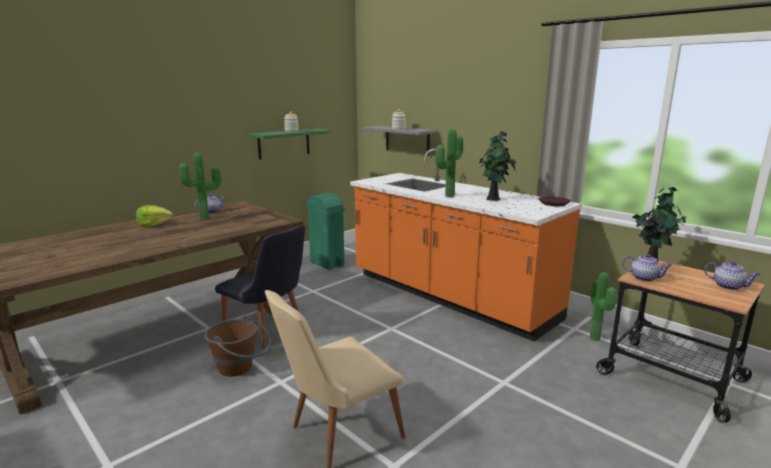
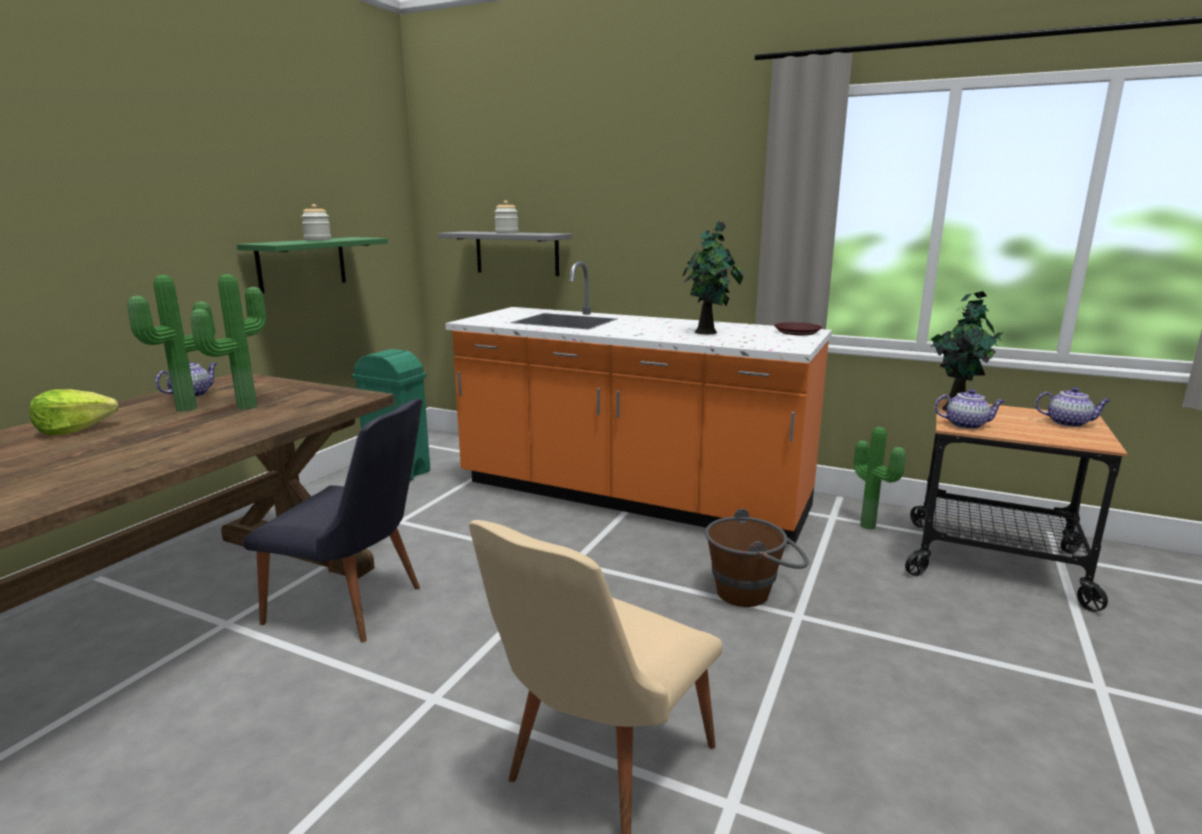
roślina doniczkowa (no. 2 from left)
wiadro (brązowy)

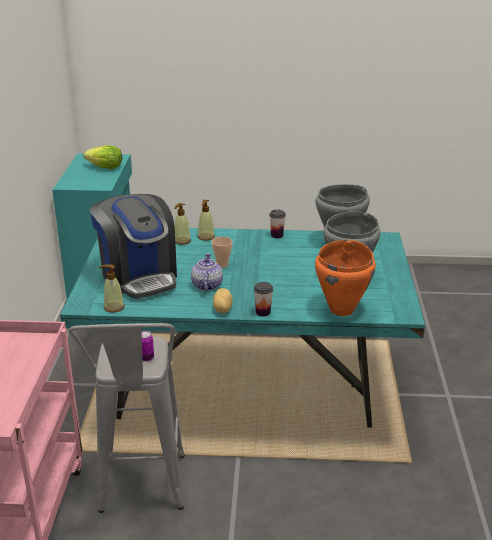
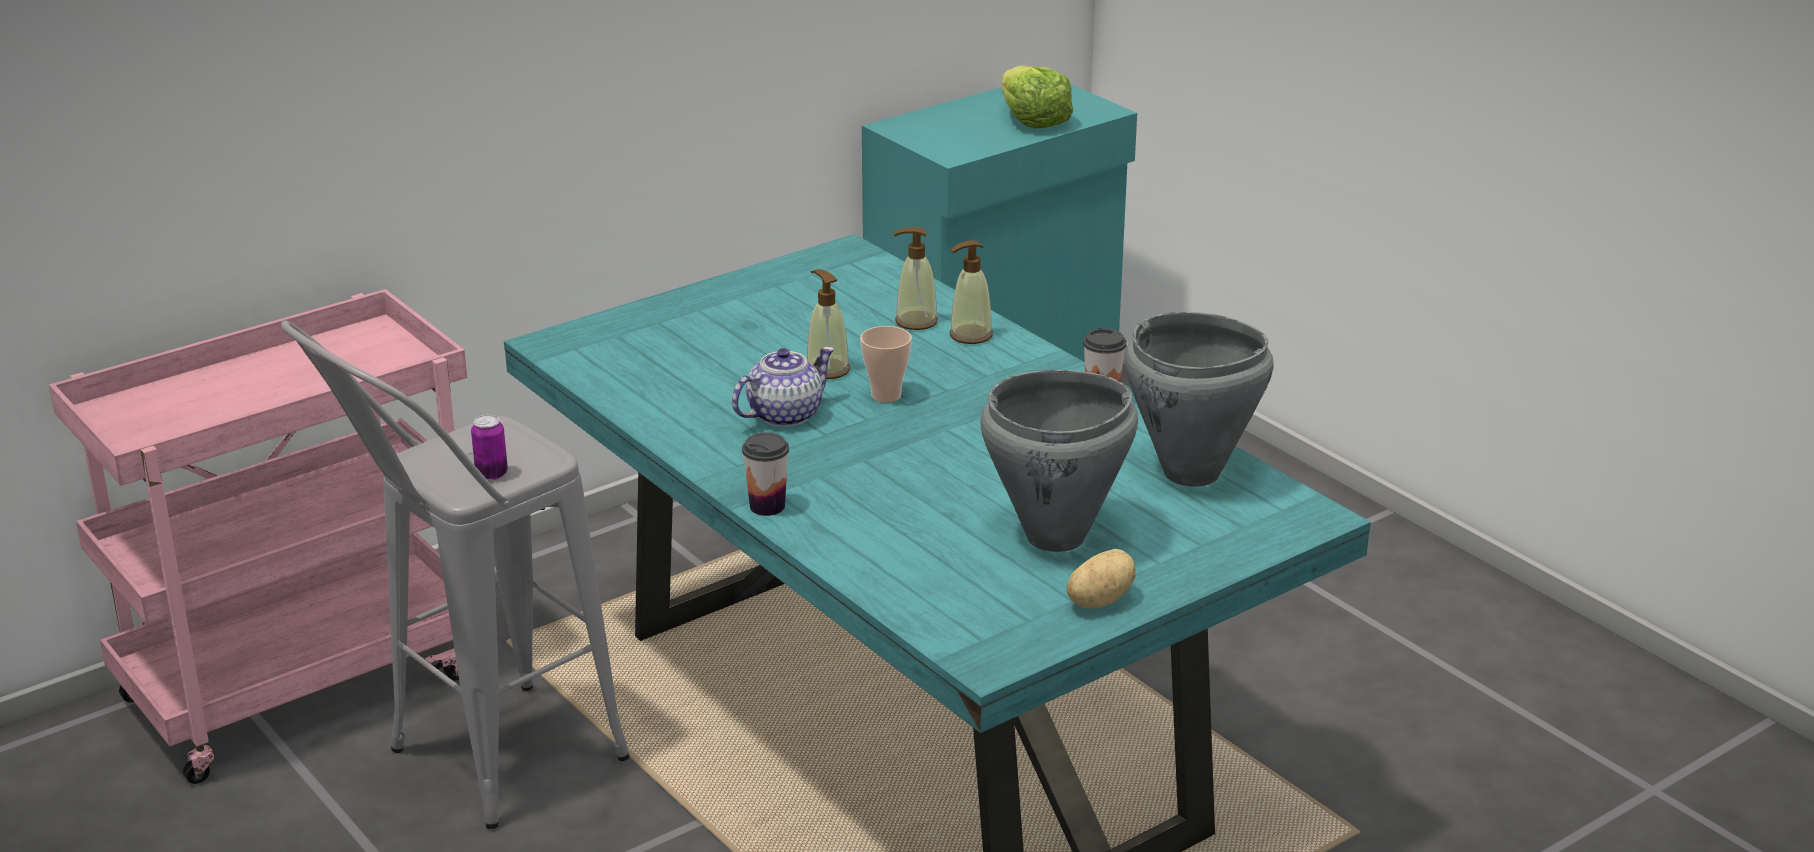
ekspres do kawy
garnek (pomarańczowy)
dozownik mydła (no. 1 from left)
ziemniak

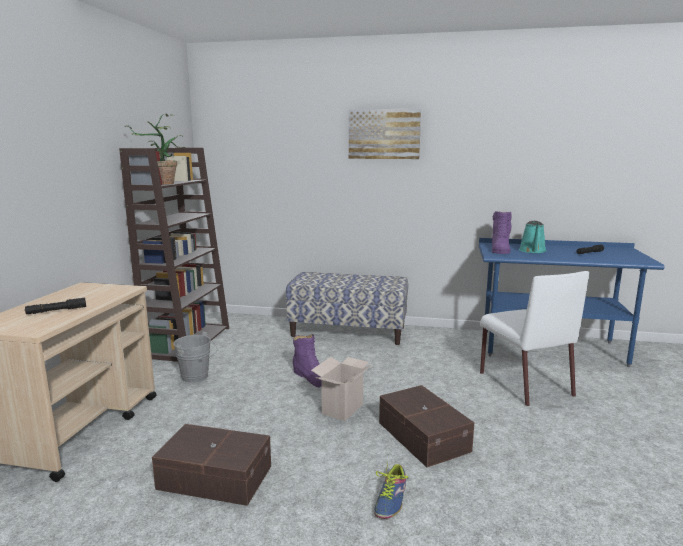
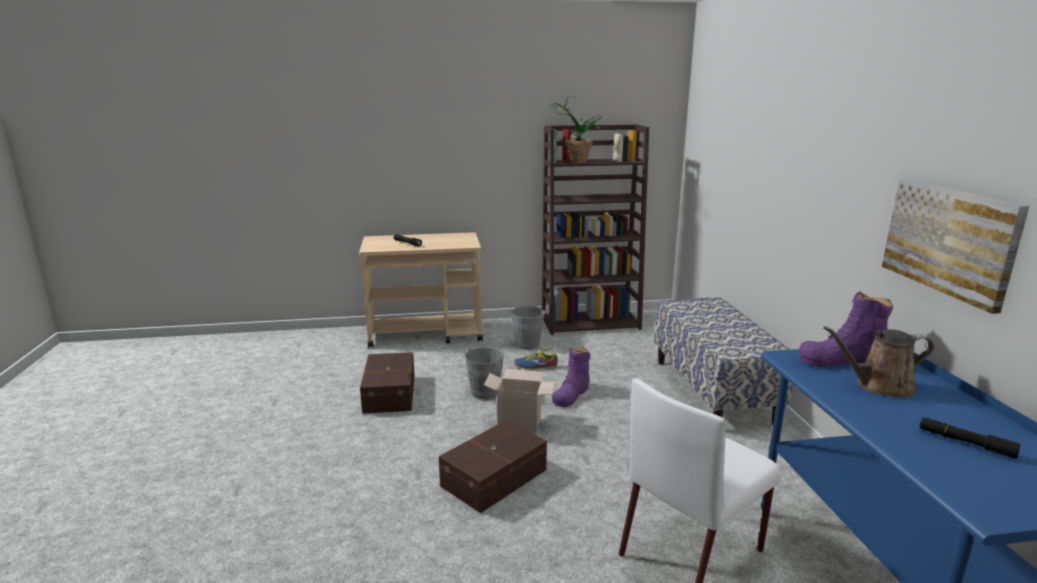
obraz
konewka (brązowy)
but
wiadro (szary) (no. 1 from left)

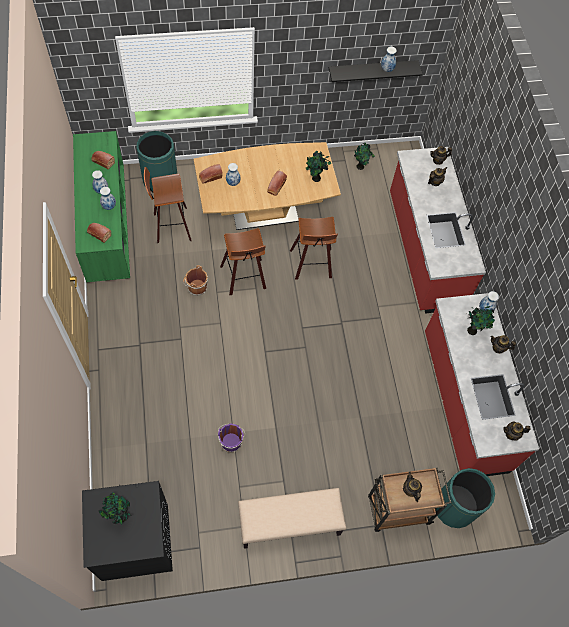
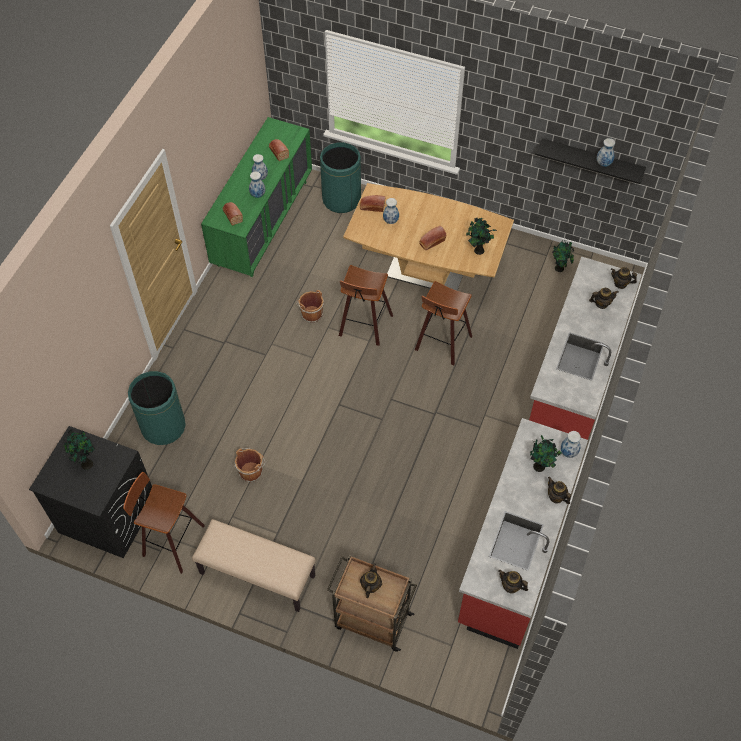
stołek (no. 1 from left)
wiadro (brązowy) (no. 1 from left)
kosz na śmieci (zielony) (no. 1 from left)

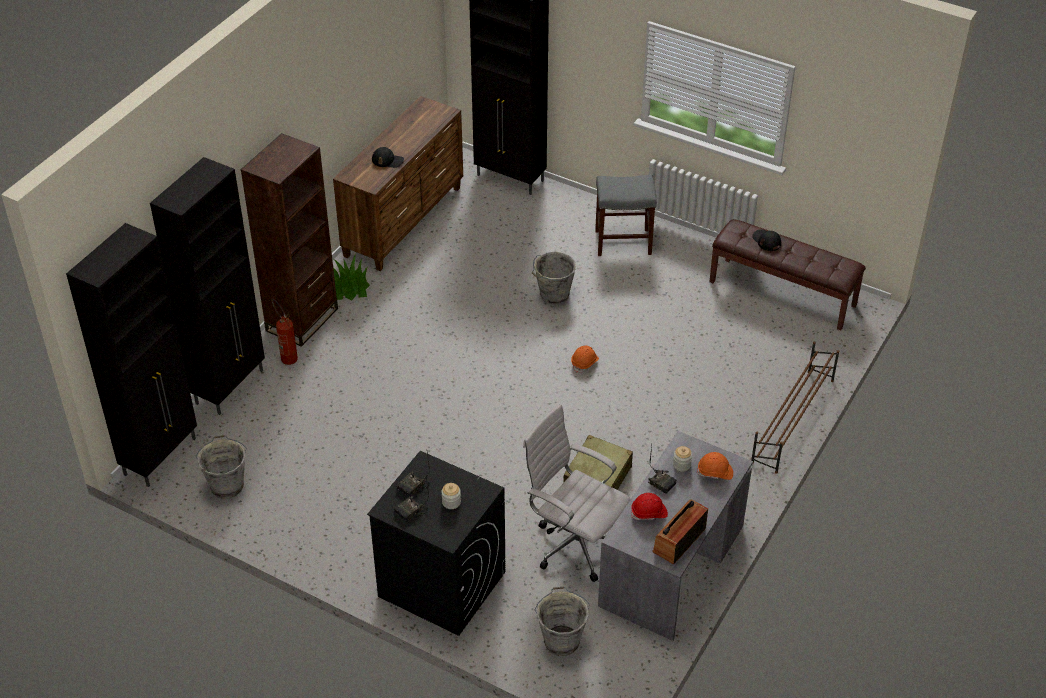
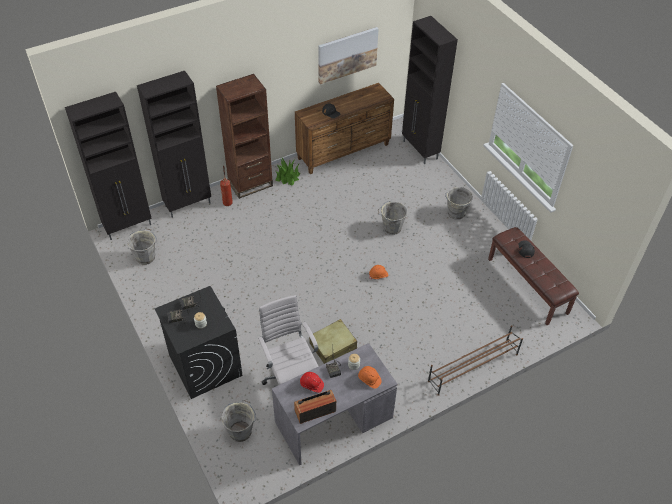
wiadro (szary) (no. 4 from left)
obraz

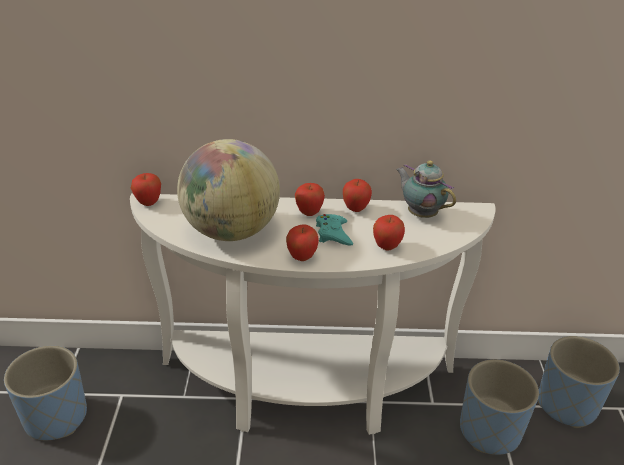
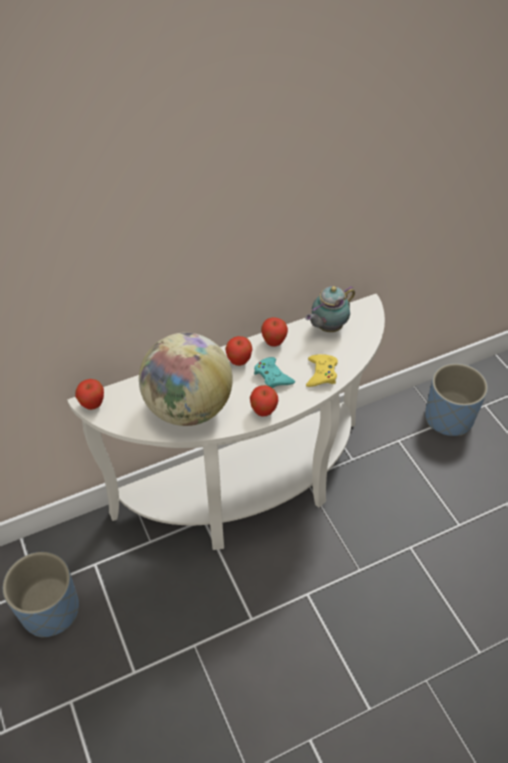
imbryk
pad do gier (żółty)
donica (niebieski) (no. 2 from left in the first image)

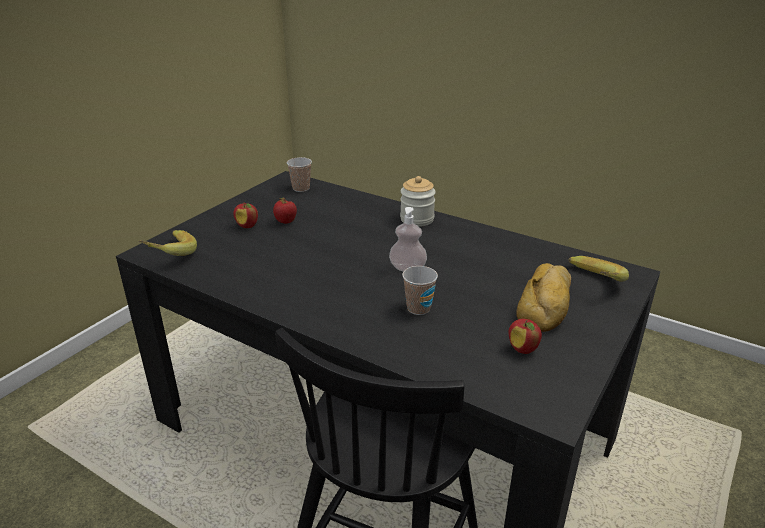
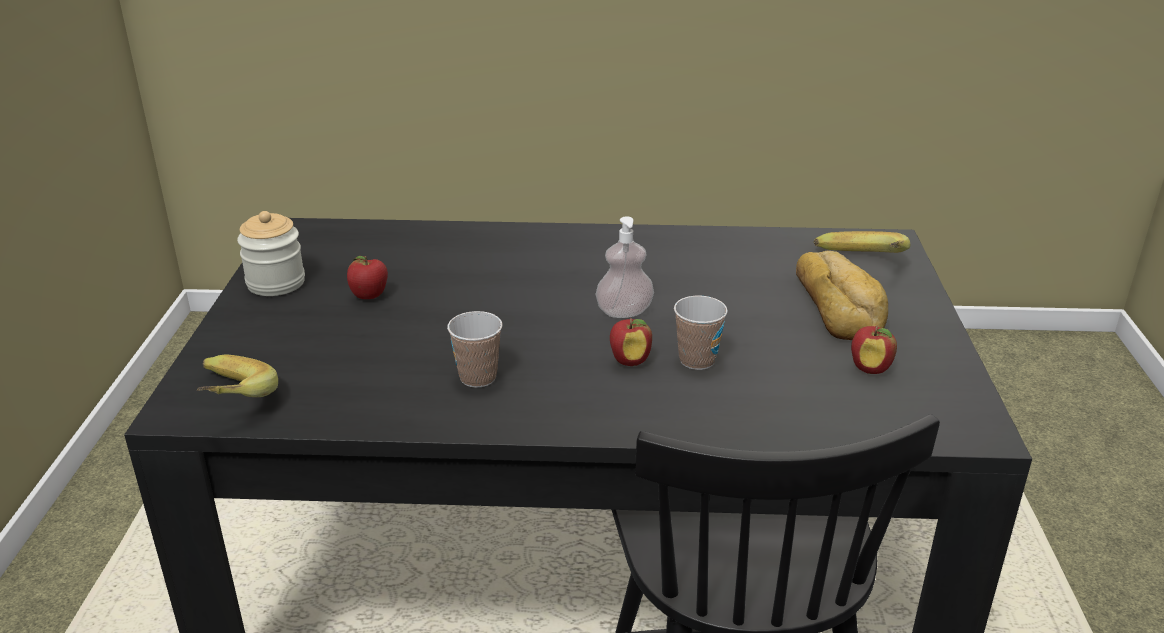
filiżanka (no. 1 from left)
słoik
jabłko (no. 2 from left)

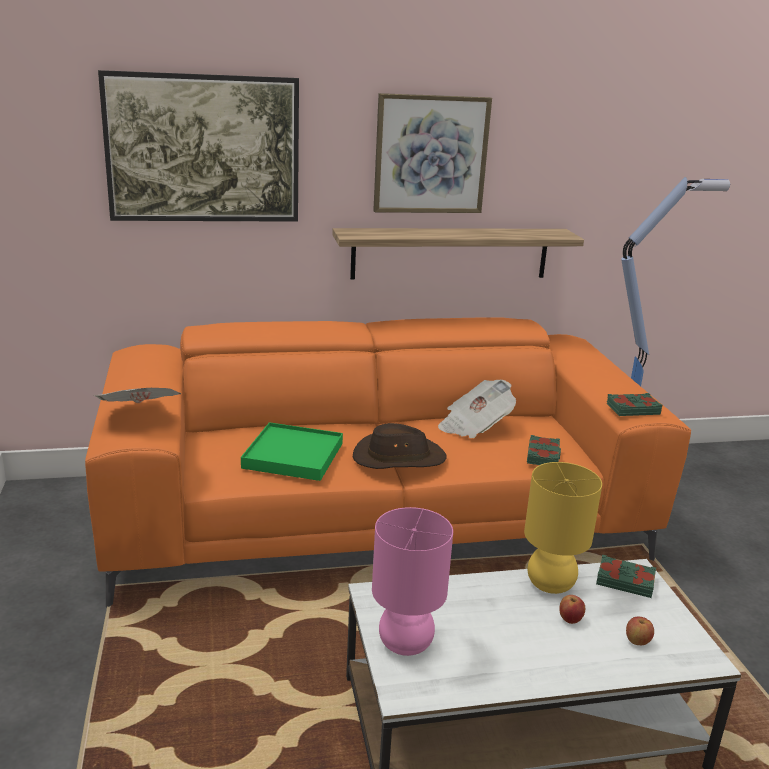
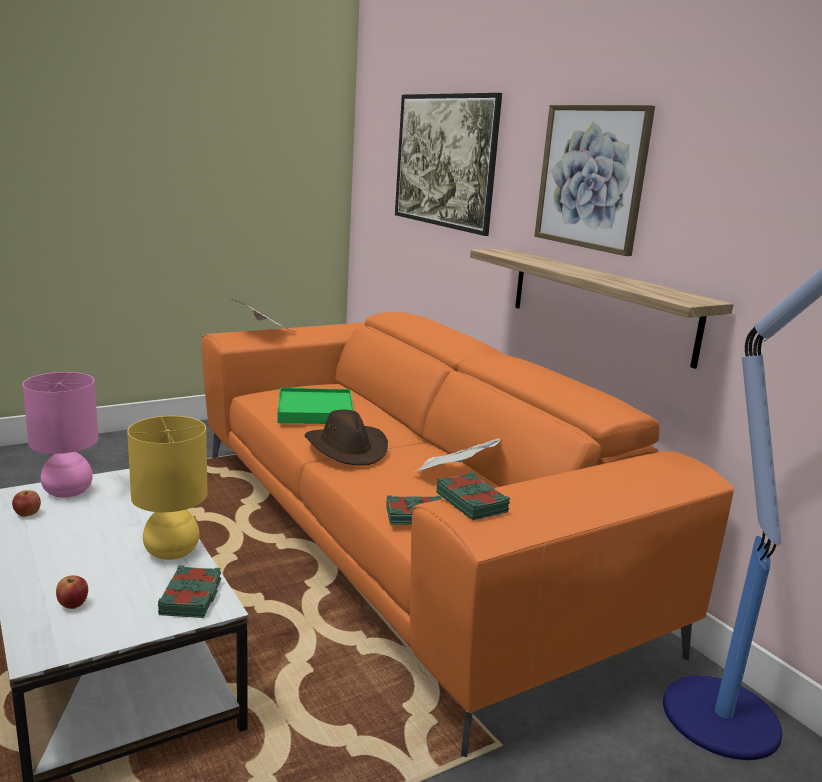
jabłko (no. 1 from left)

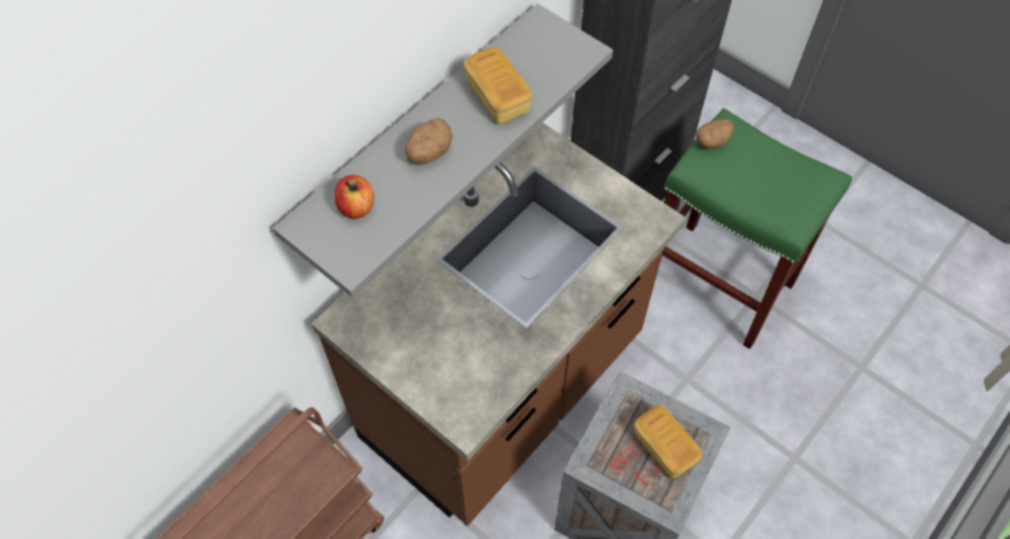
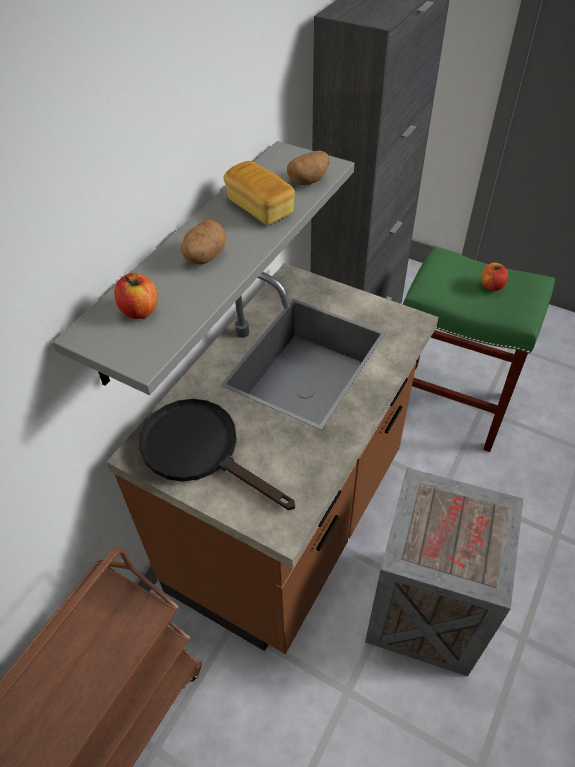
ziemniak (no. 2 from left)
chleb (no. 2 from left in the first image)
jabłko (no. 2 from left)
patelnia (czarny)

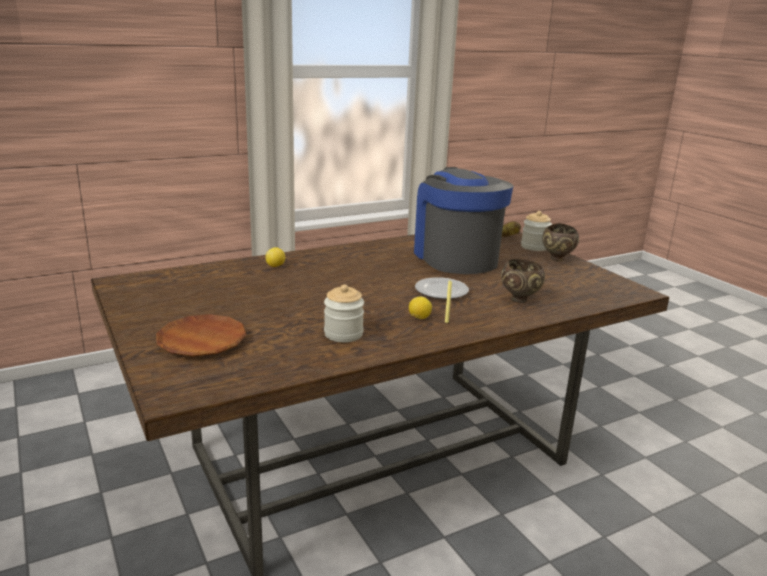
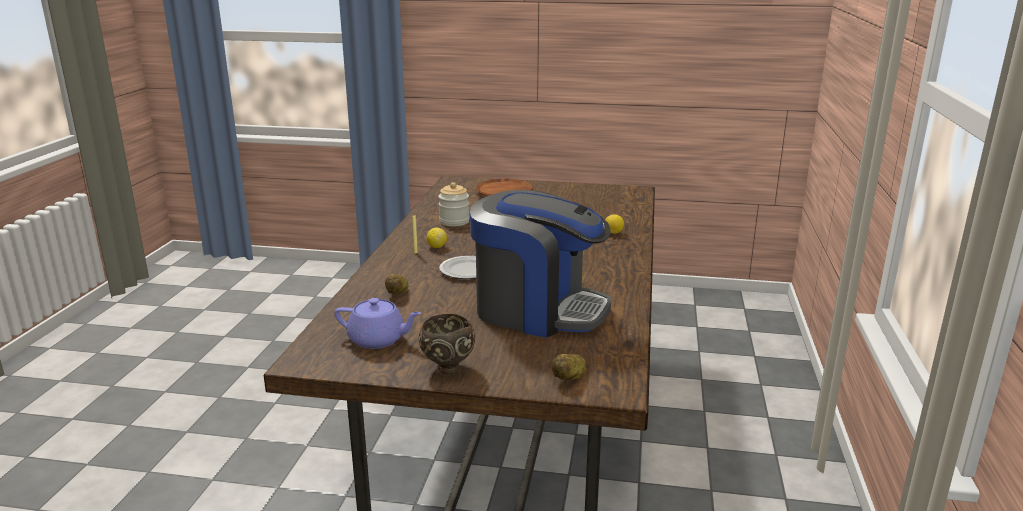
słoik (no. 2 from left in the first image)
ziemniak (no. 1 from left)
imbryk (fioletowy)

